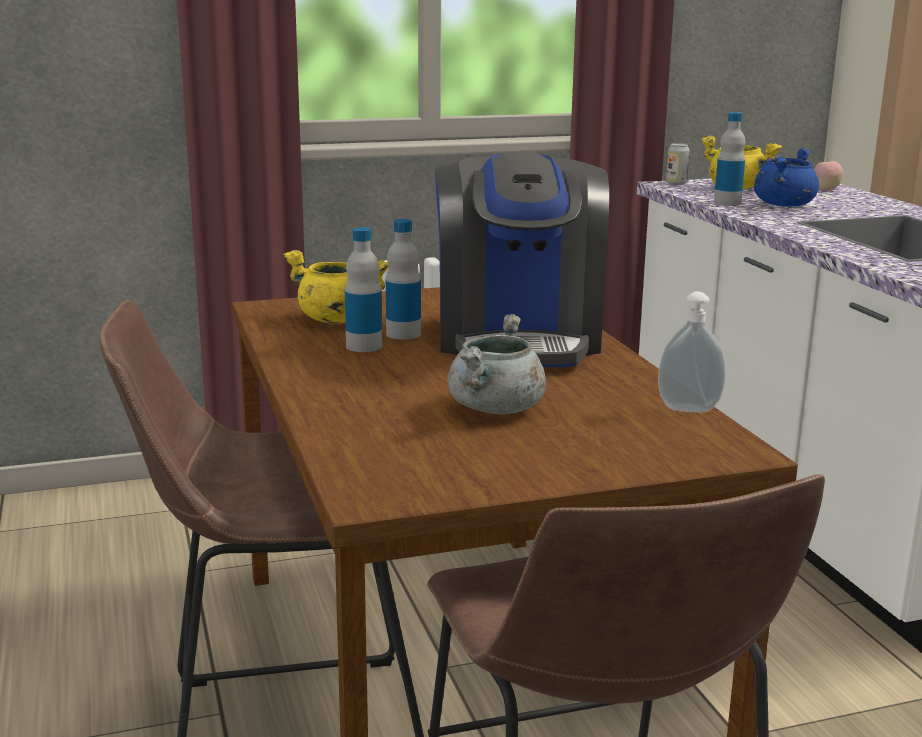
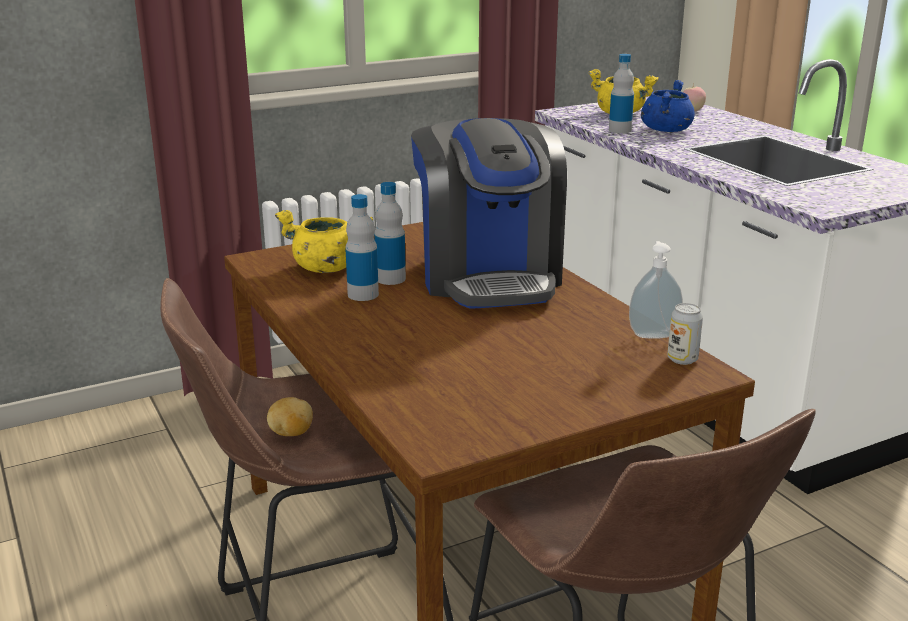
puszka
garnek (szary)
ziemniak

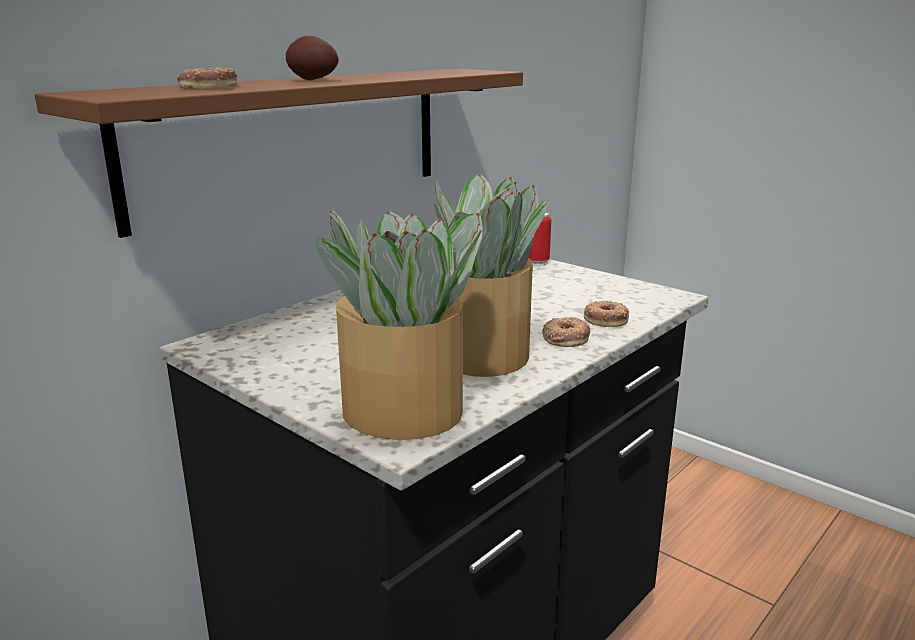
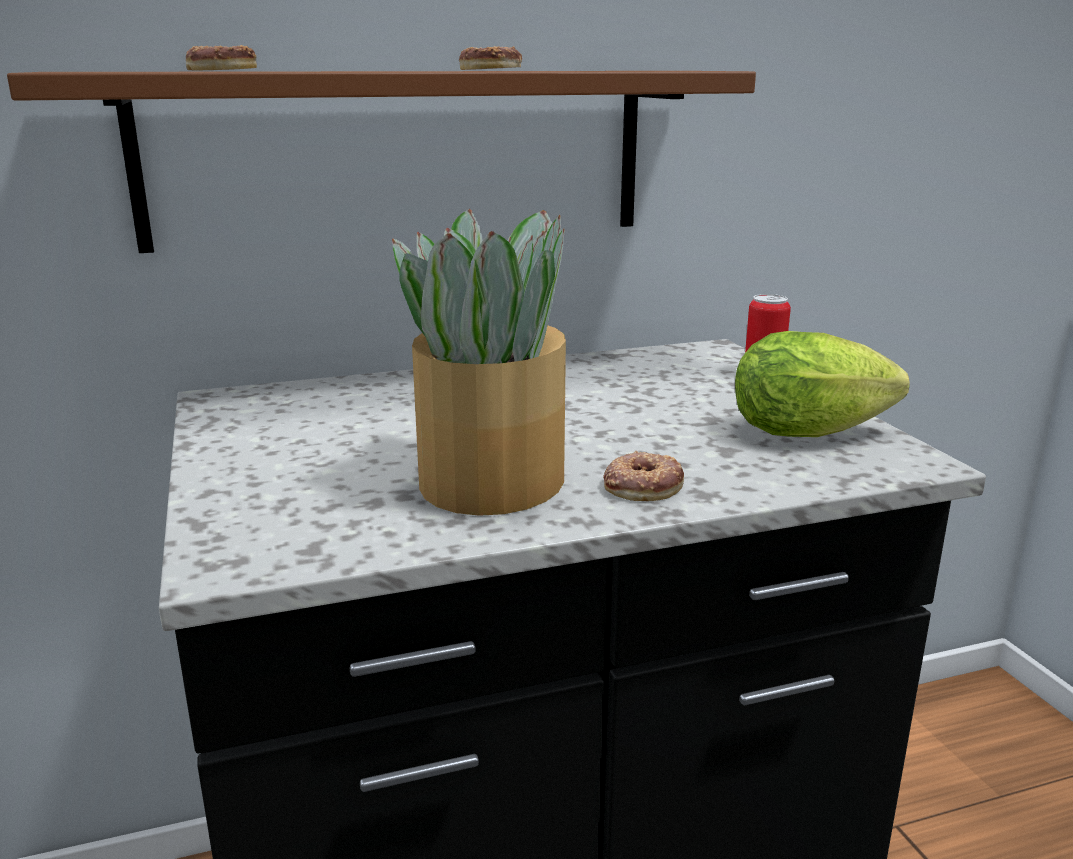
ziemniak
roślina doniczkowa (no. 1 from left in the first image)
donut (no. 2 from left)
sałata

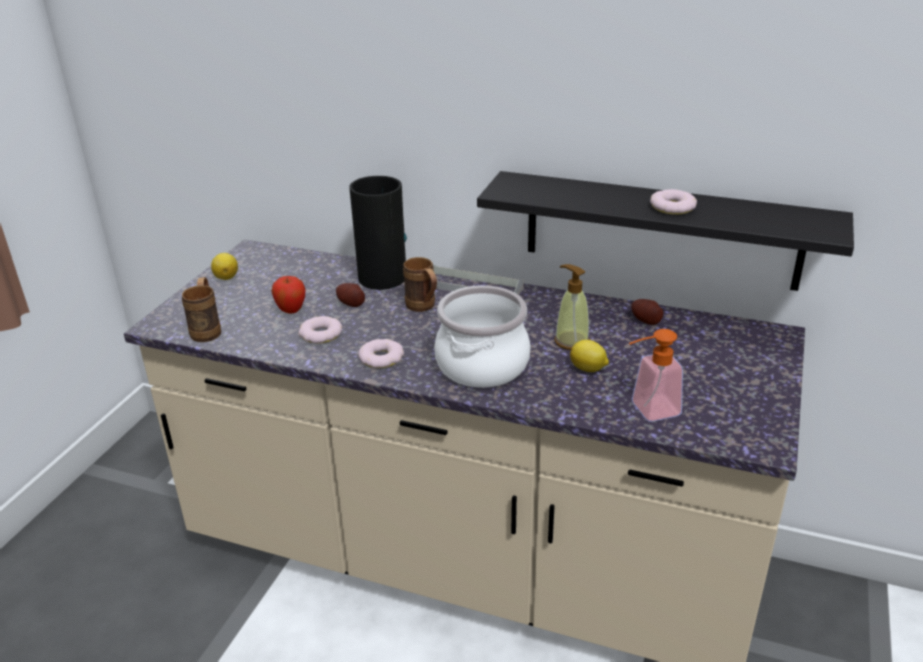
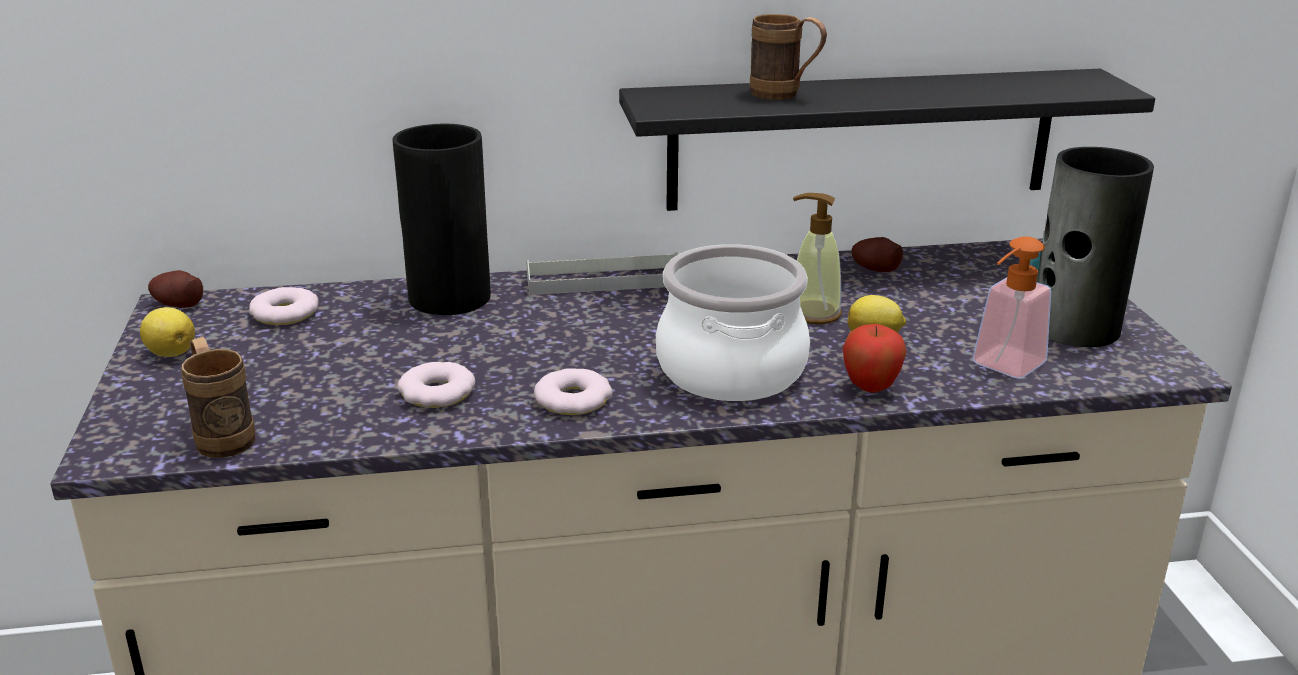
donut (no. 1 from left)
kubek (brązowy) (no. 2 from left)
jabłko
ziemniak (no. 1 from left)
wazon (no. 2 from left)

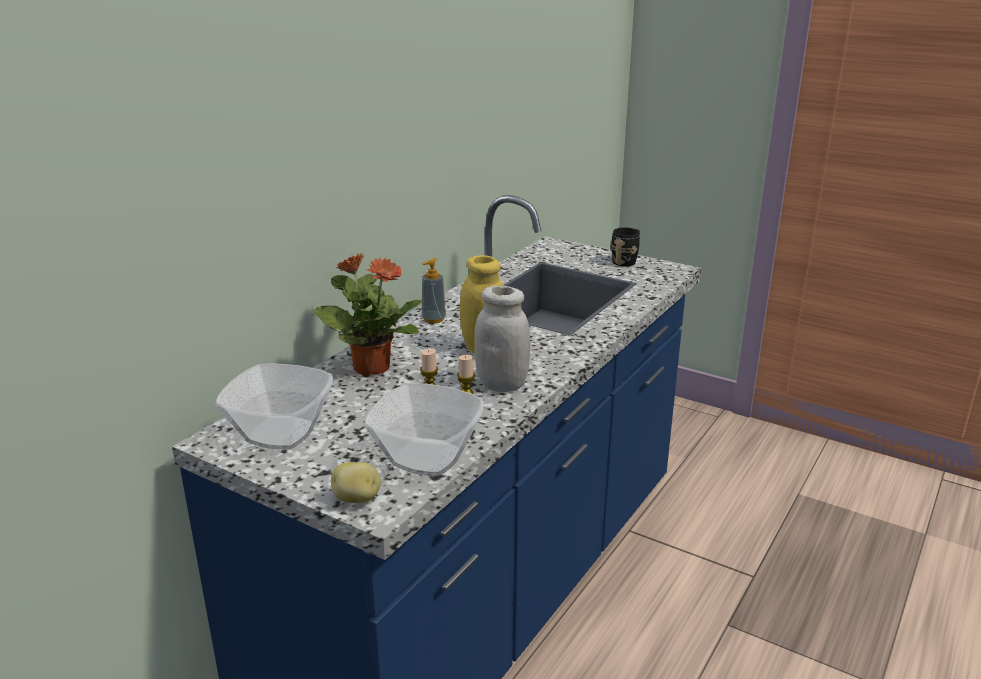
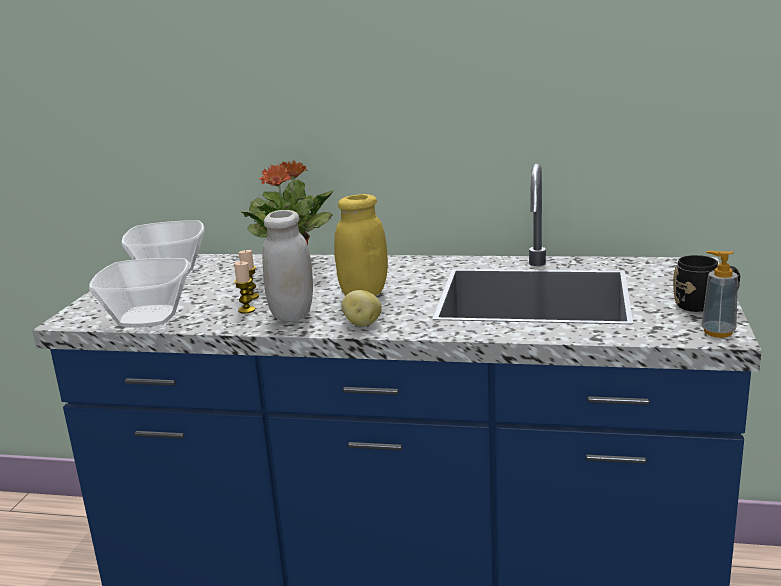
dozownik mydła
ziemniak

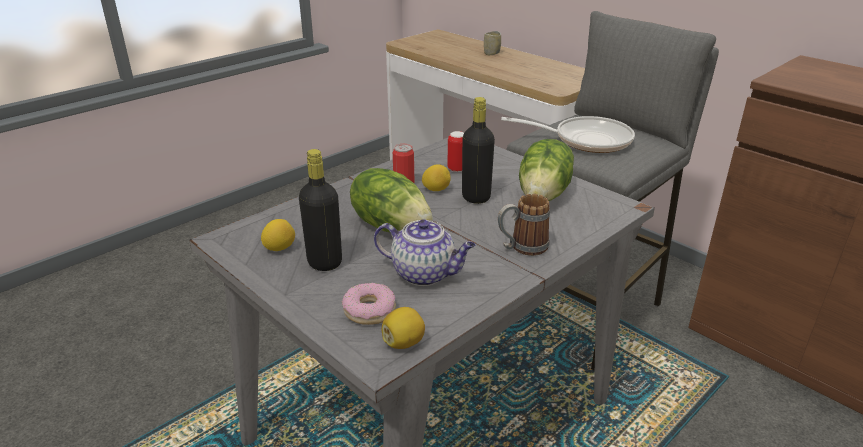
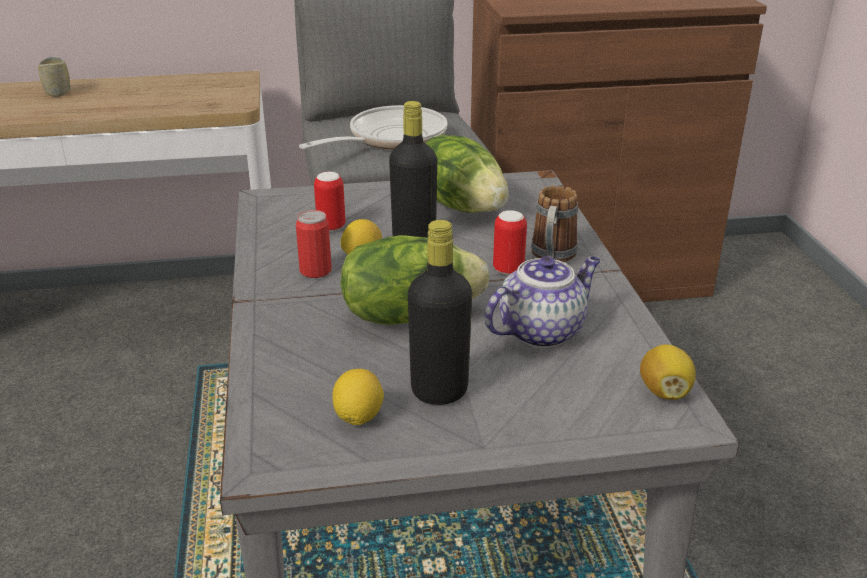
donut
puszka (no. 3 from left)

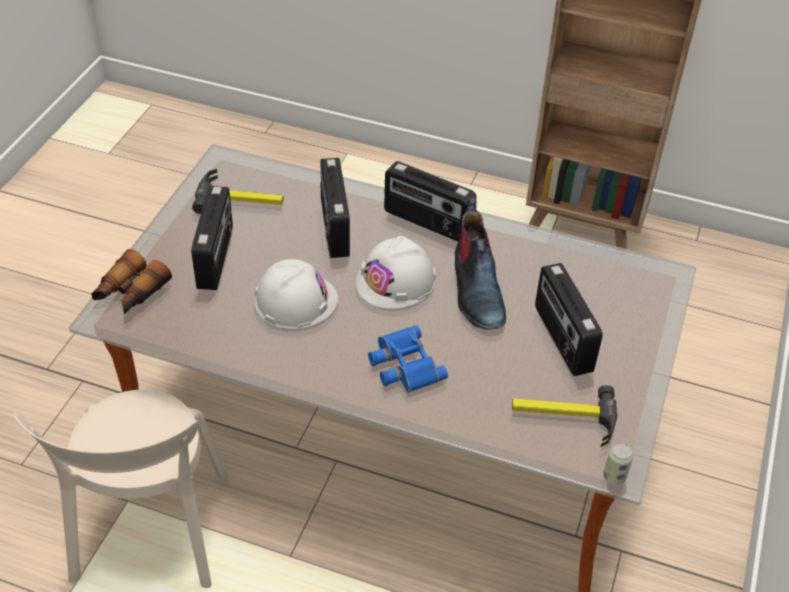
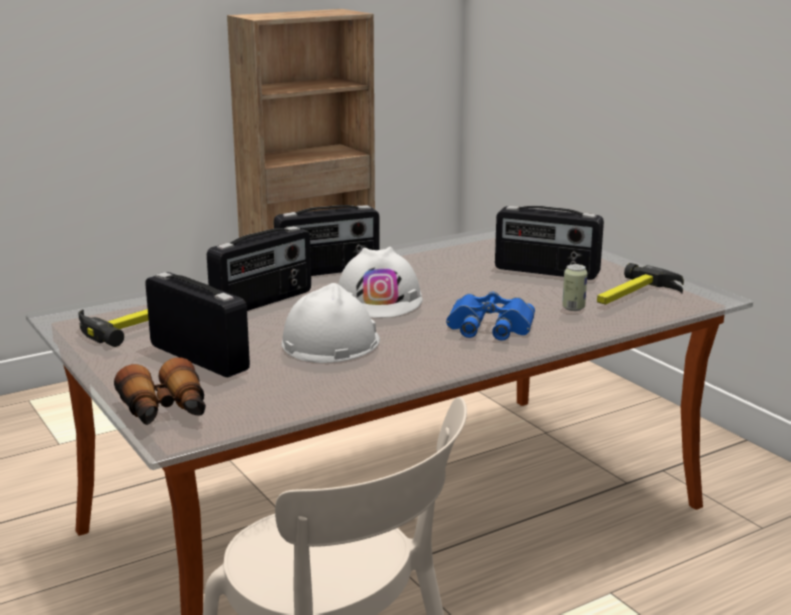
radio (no. 2 from left)
but z cholewką
puszka

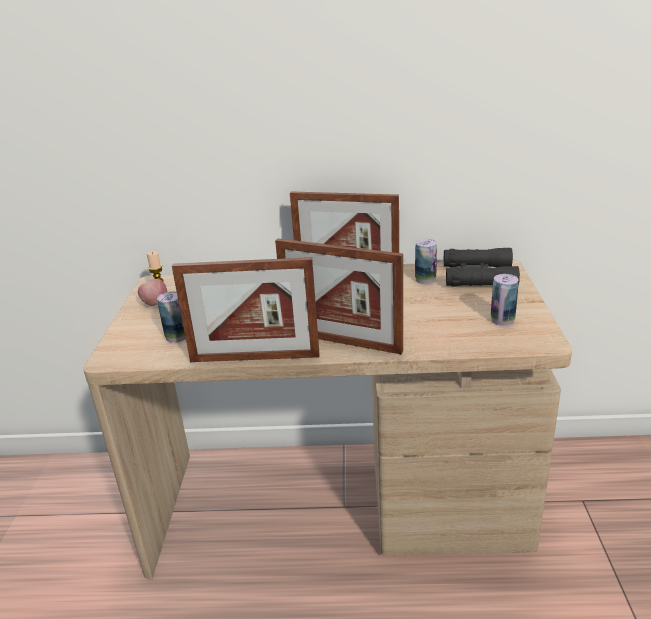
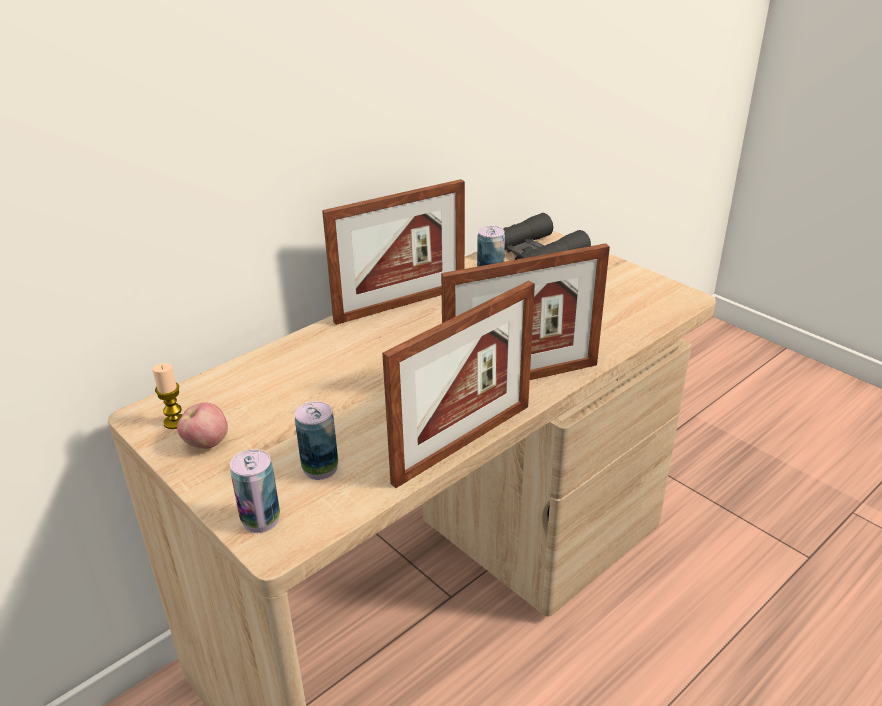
puszka (no. 1 from left)

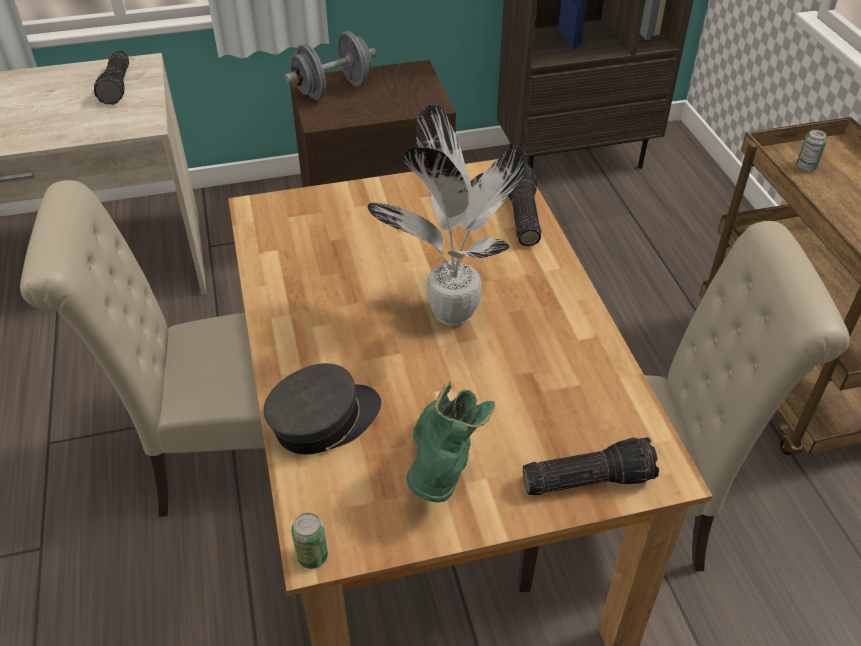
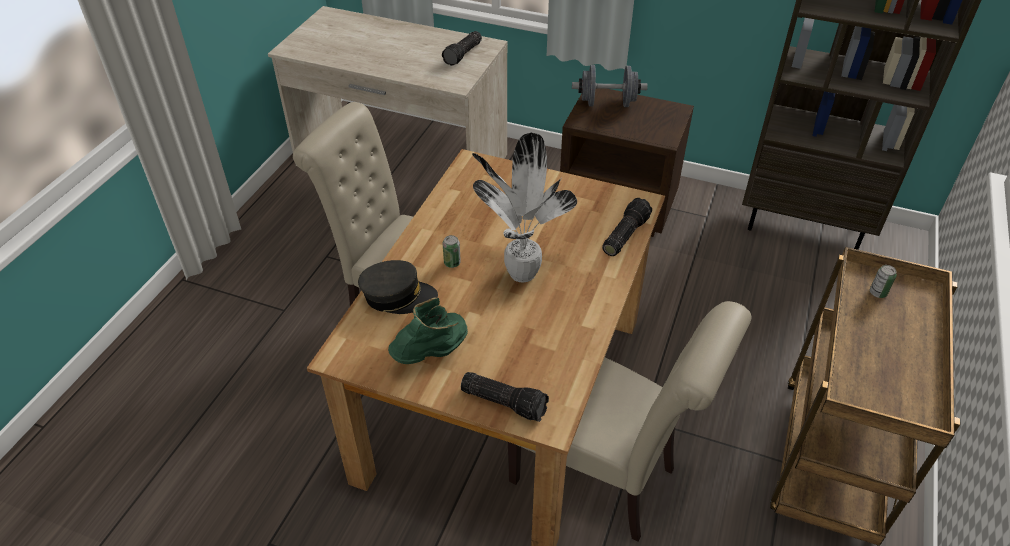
puszka (no. 1 from left)

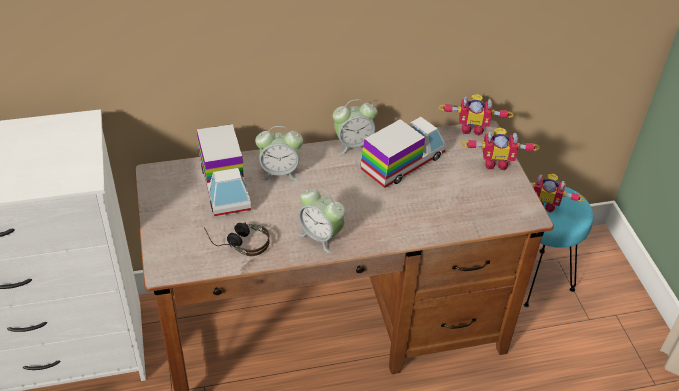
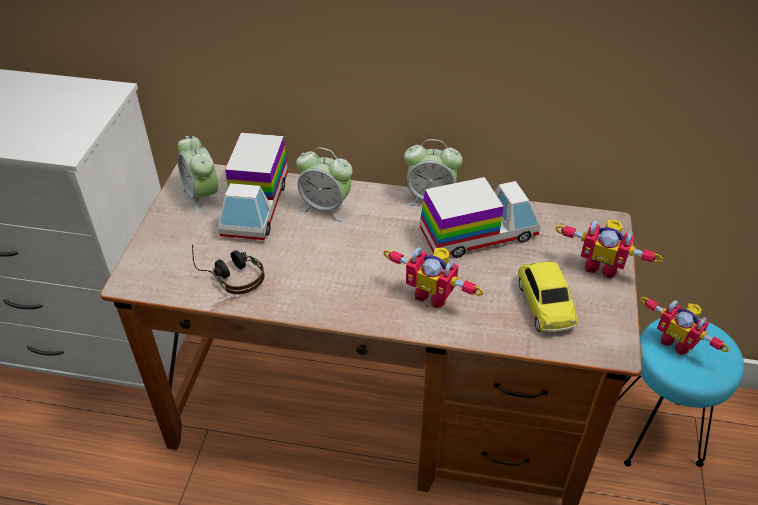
robot zabawkowy (no. 1 from left)
budzik (no. 1 from left)
samochodzik

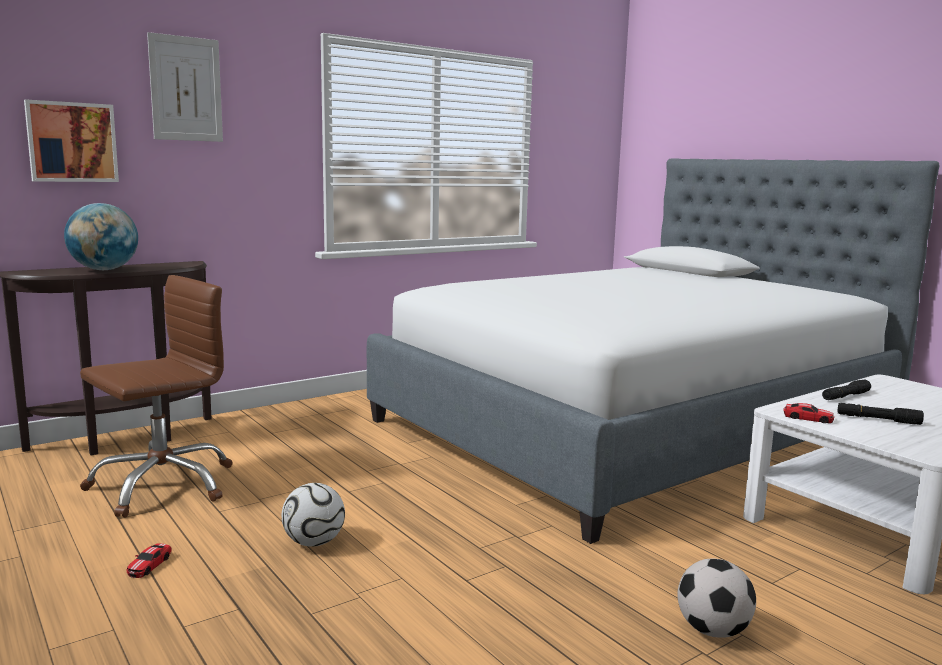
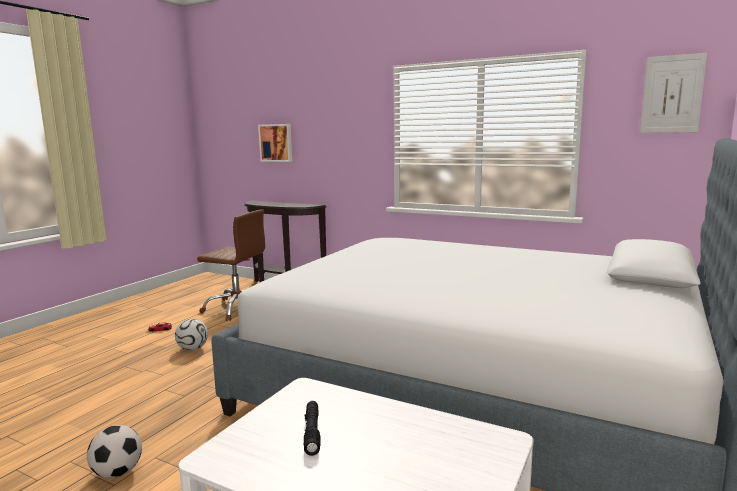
obraz (no. 2 from left)
globus
latarka (czarny) (no. 1 from left in the first image)
samochodzik (no. 2 from left in the first image)

